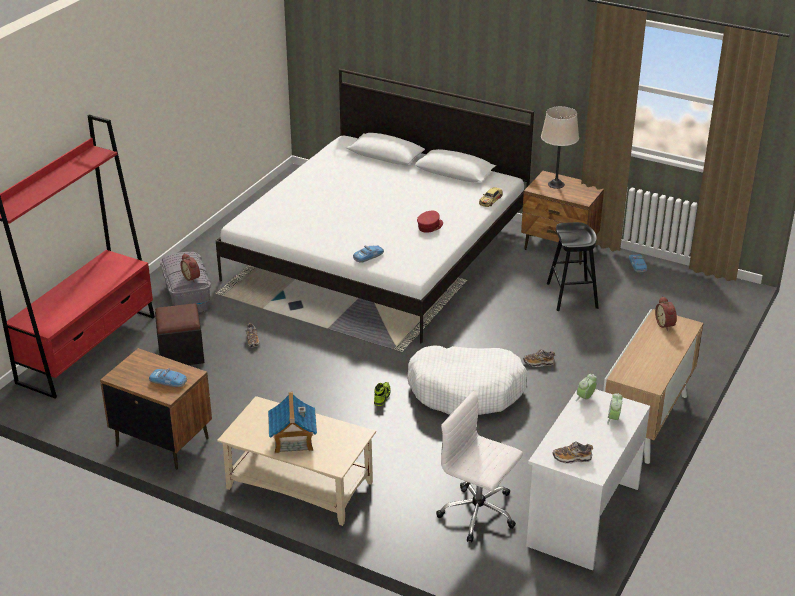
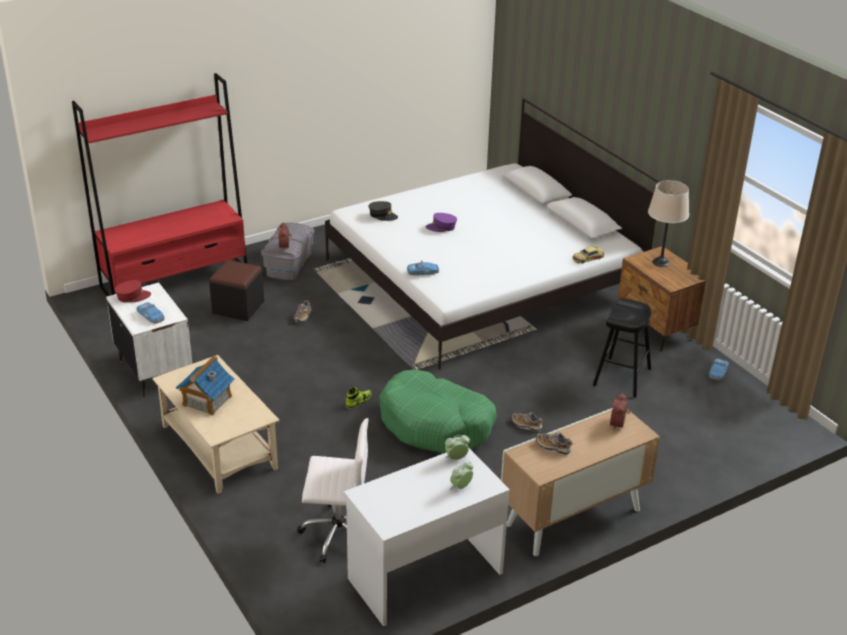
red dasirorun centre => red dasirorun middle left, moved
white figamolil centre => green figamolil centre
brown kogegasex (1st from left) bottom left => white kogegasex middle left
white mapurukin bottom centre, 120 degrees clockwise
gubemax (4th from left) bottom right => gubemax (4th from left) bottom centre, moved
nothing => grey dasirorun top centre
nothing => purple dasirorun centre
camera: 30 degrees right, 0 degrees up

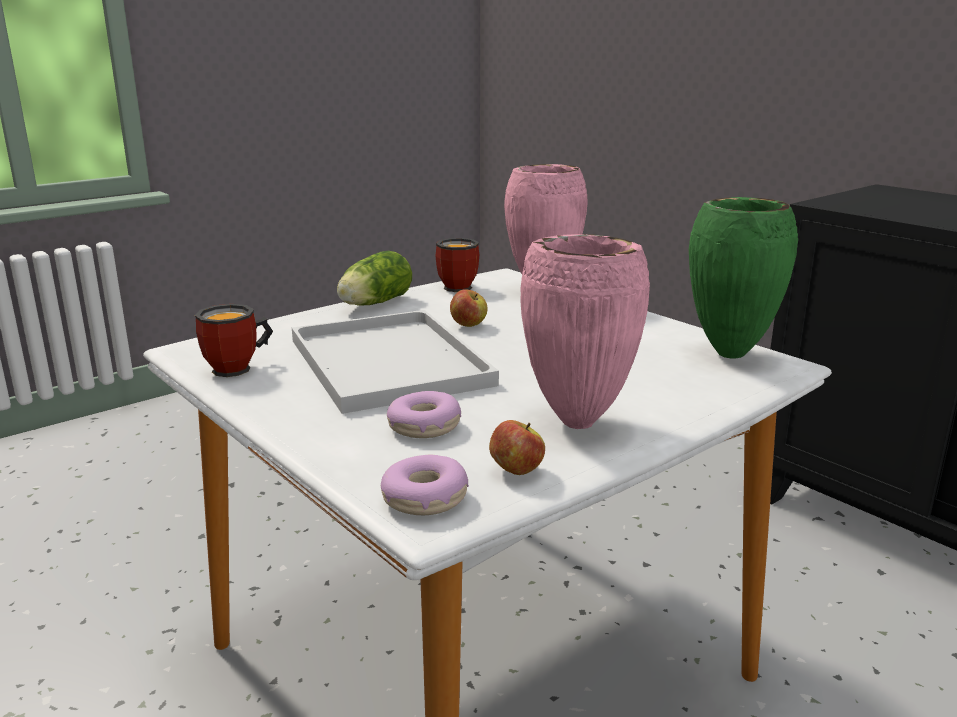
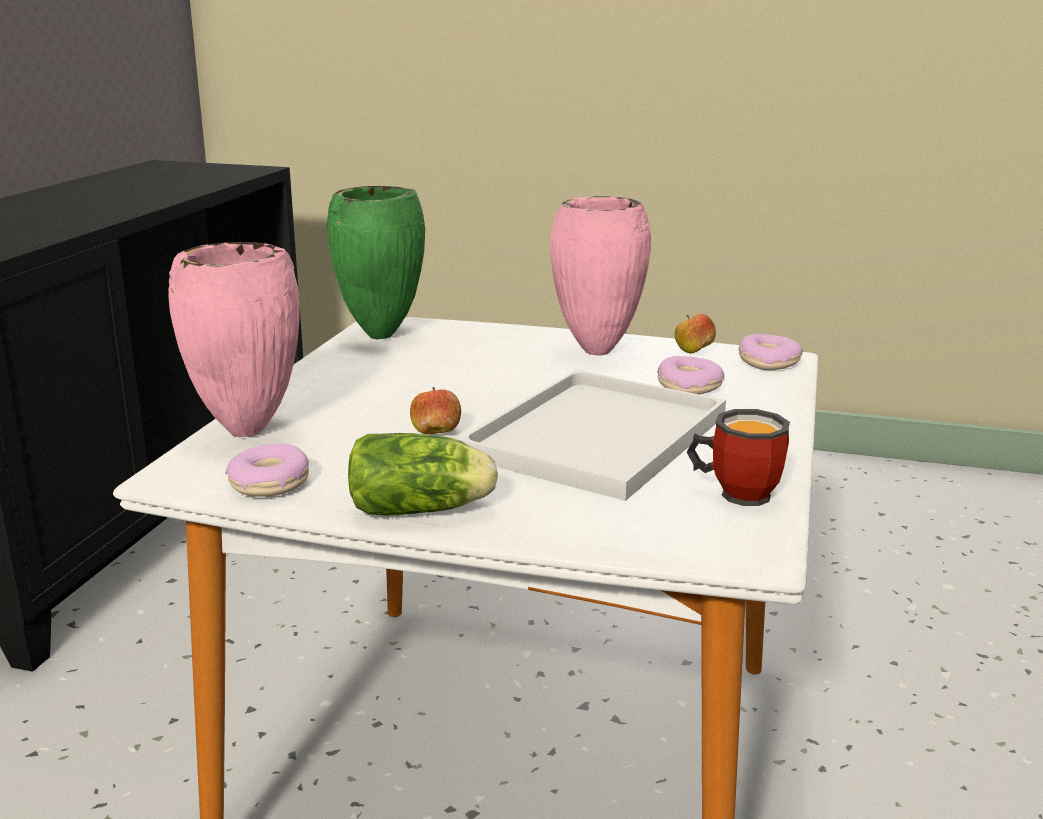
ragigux (2nd from left) centre => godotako (1st from left) middle left
camera: 125 degrees left, 0 degrees up

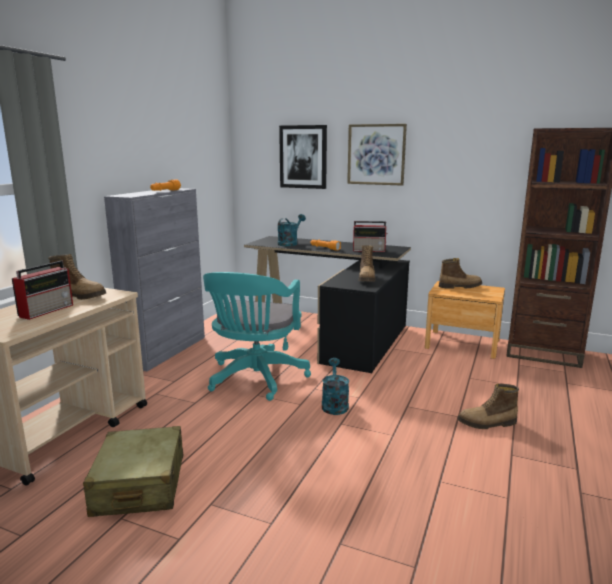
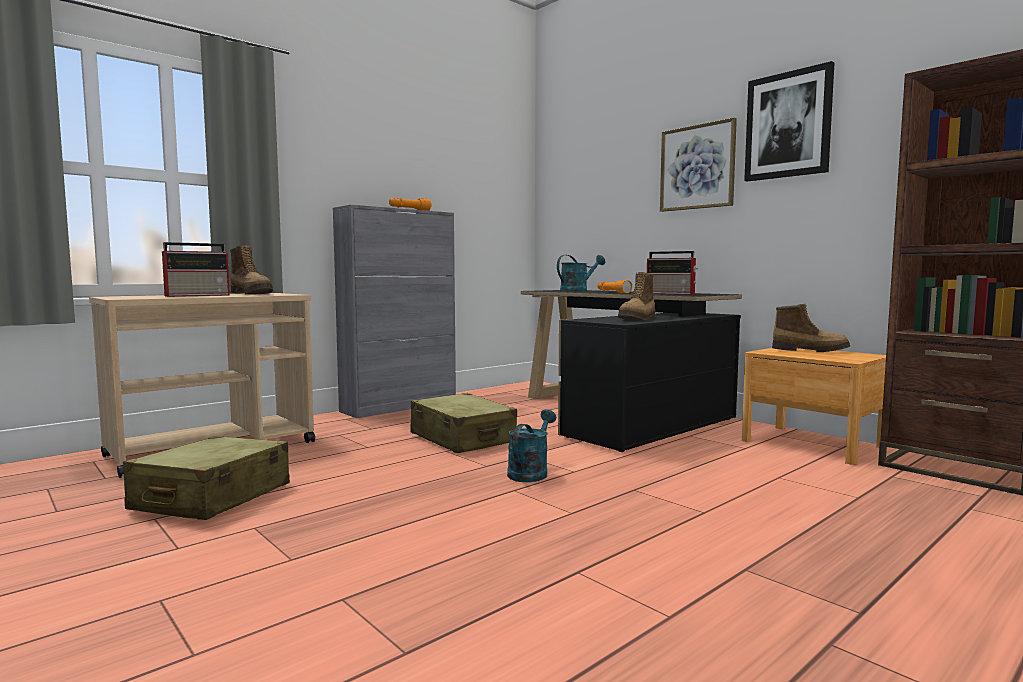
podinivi (1st from left in the first image) top centre => podinivi (2nd from left) top right, moved
turquoise mapurukin centre => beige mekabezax (2nd from left) centre
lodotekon (4th from left) bottom right => nothing
camera: 25 degrees right, 10 degrees down

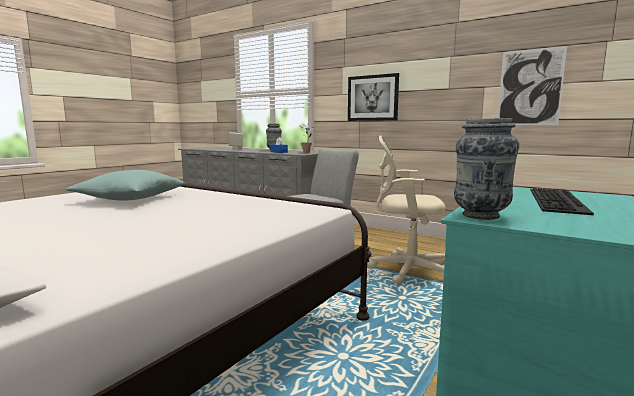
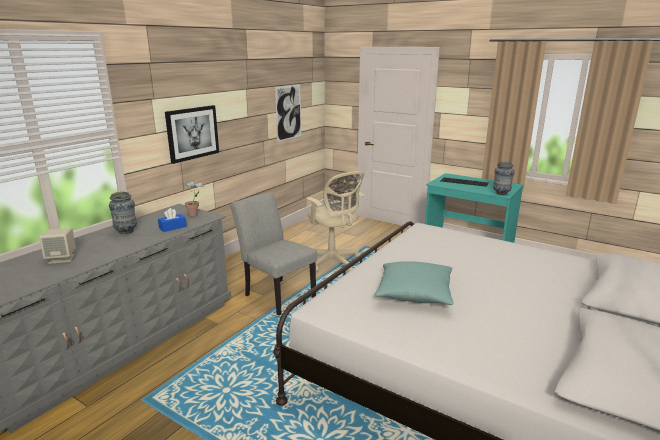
beige mapurukin centre, 45 degrees counterclockwise
camera: 90 degrees left, 10 degrees up

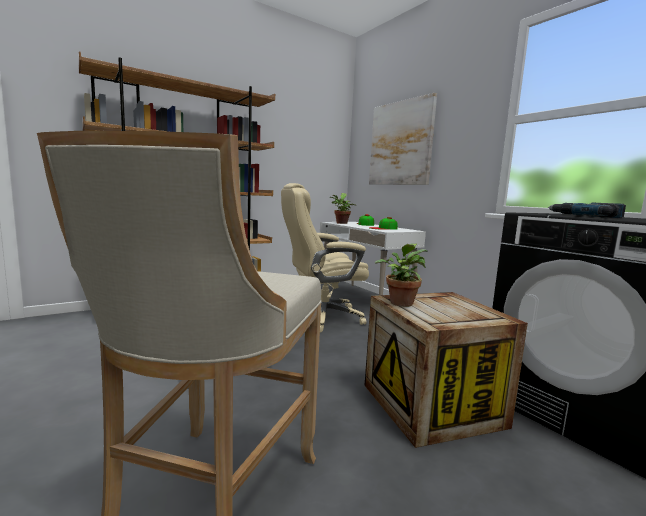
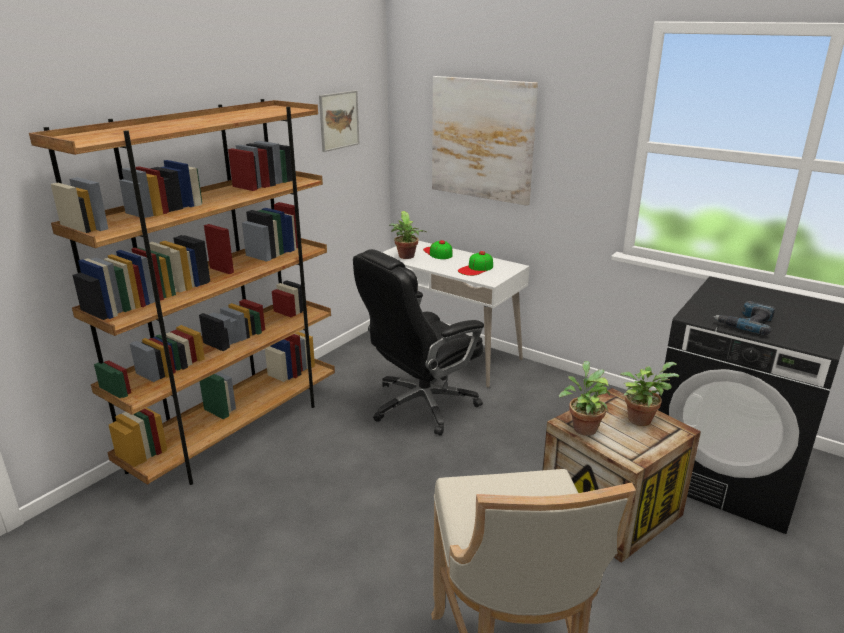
beige mapurukin centre => black mapurukin centre
nothing => podinivi (1st from left) top centre
nothing => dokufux (3rd from left) middle right
camera: 20 degrees left, 15 degrees up

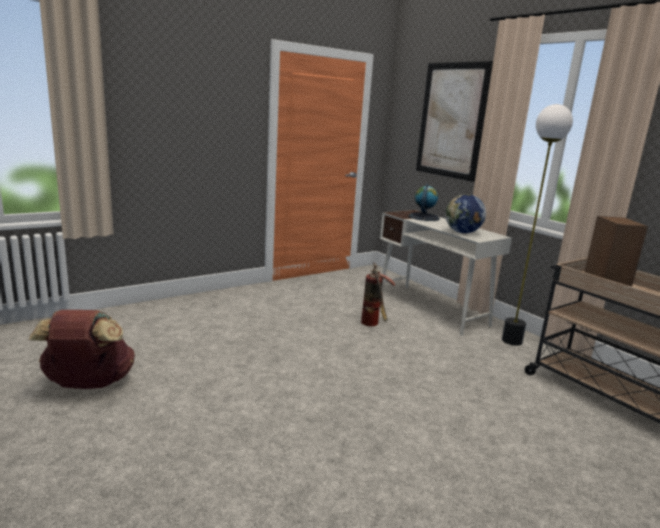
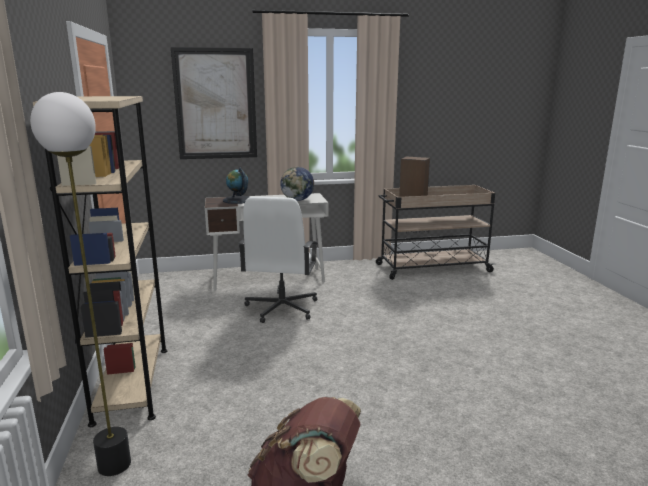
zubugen middle right => zubugen middle left, moved
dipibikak centre => white mapurukin centre
nothing => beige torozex middle left
camera: 65 degrees left, 0 degrees up

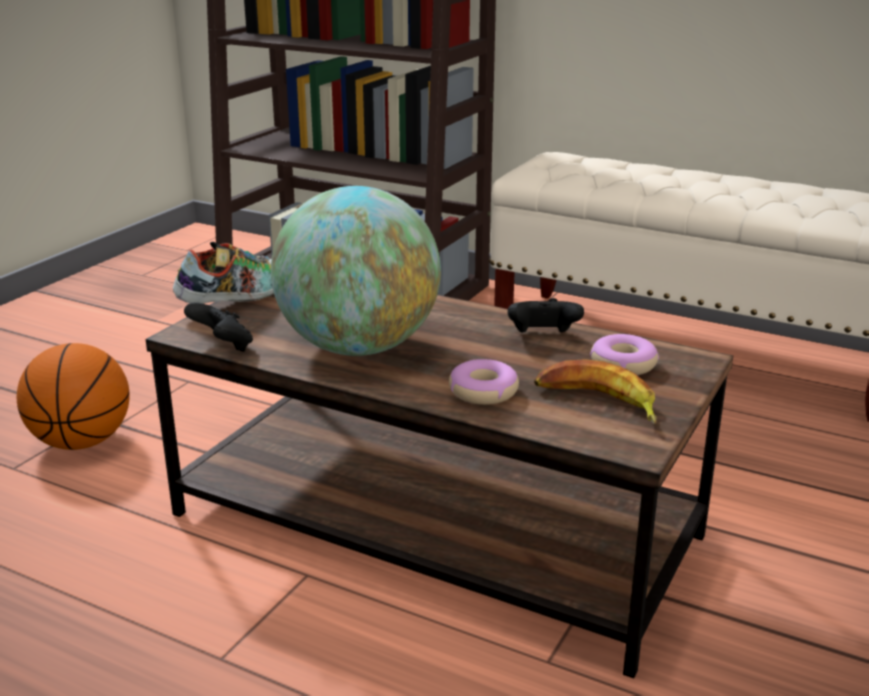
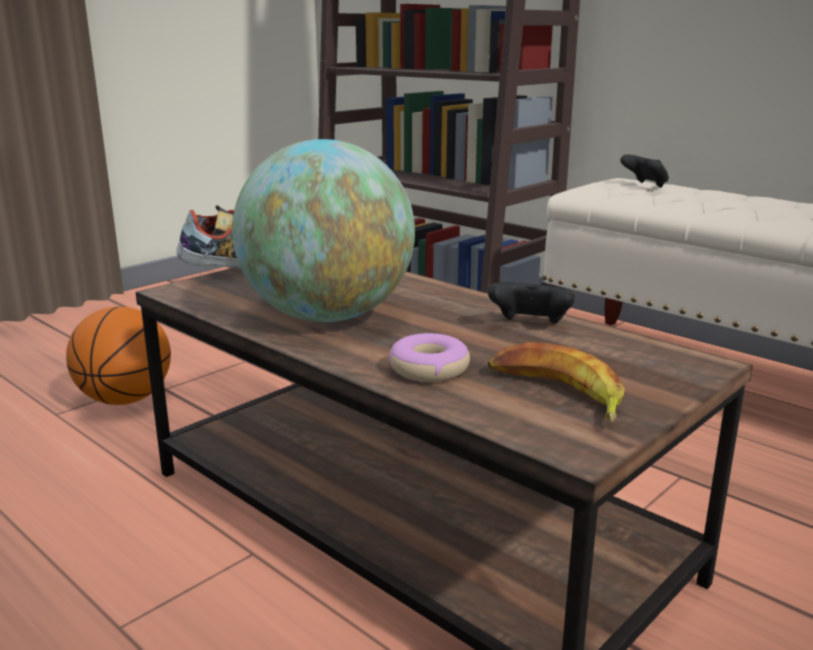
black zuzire (1st from left in the first image) middle left => black zuzire (2nd from left) top right, moved
godotako (2nd from left) middle right => nothing
camera: 15 degrees right, 5 degrees down

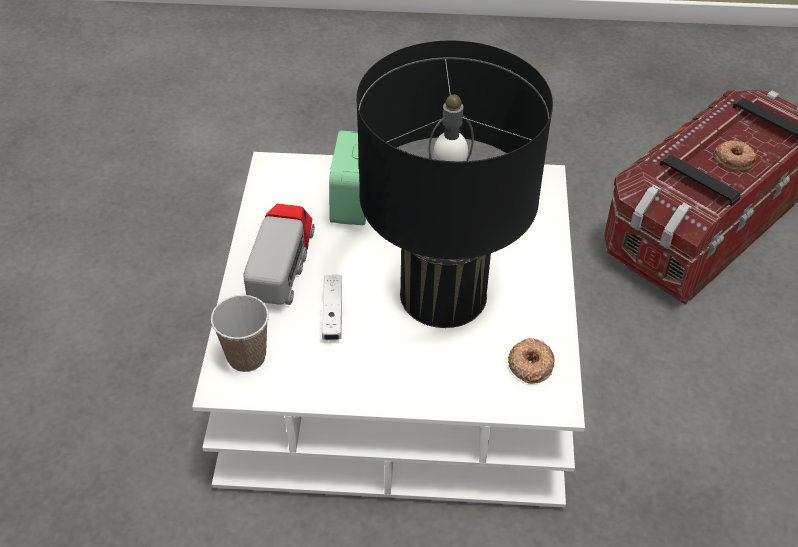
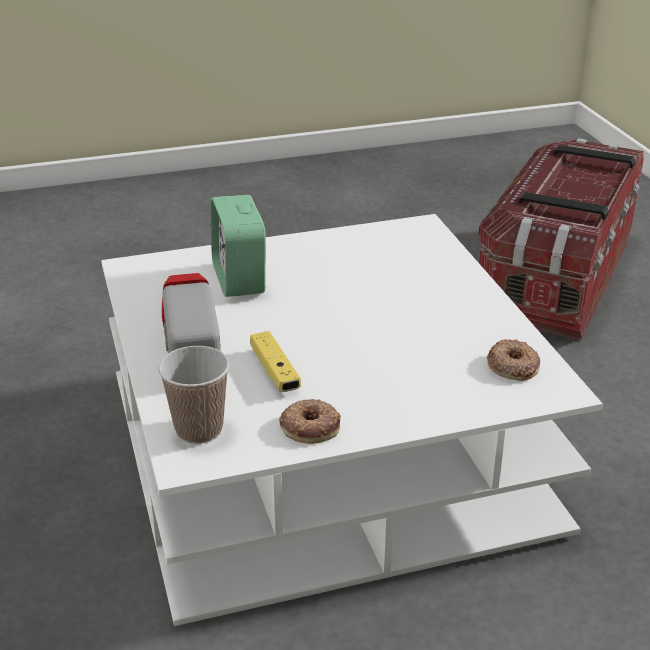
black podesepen centre => nothing
godotako (2nd from left in the first image) top right => godotako (1st from left) centre, moved
white zuzire centre => yellow zuzire centre
camera: 20 degrees left, 15 degrees down

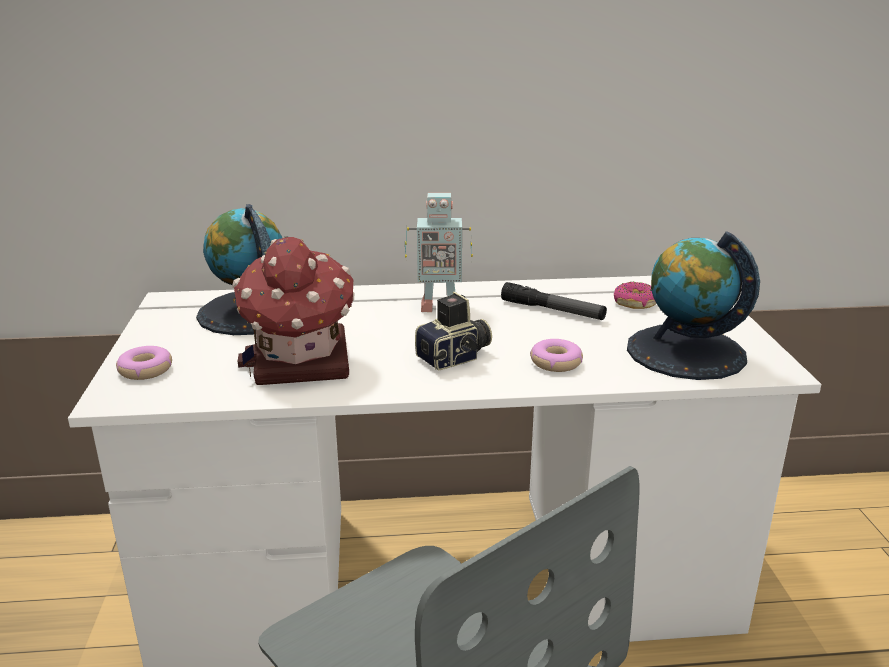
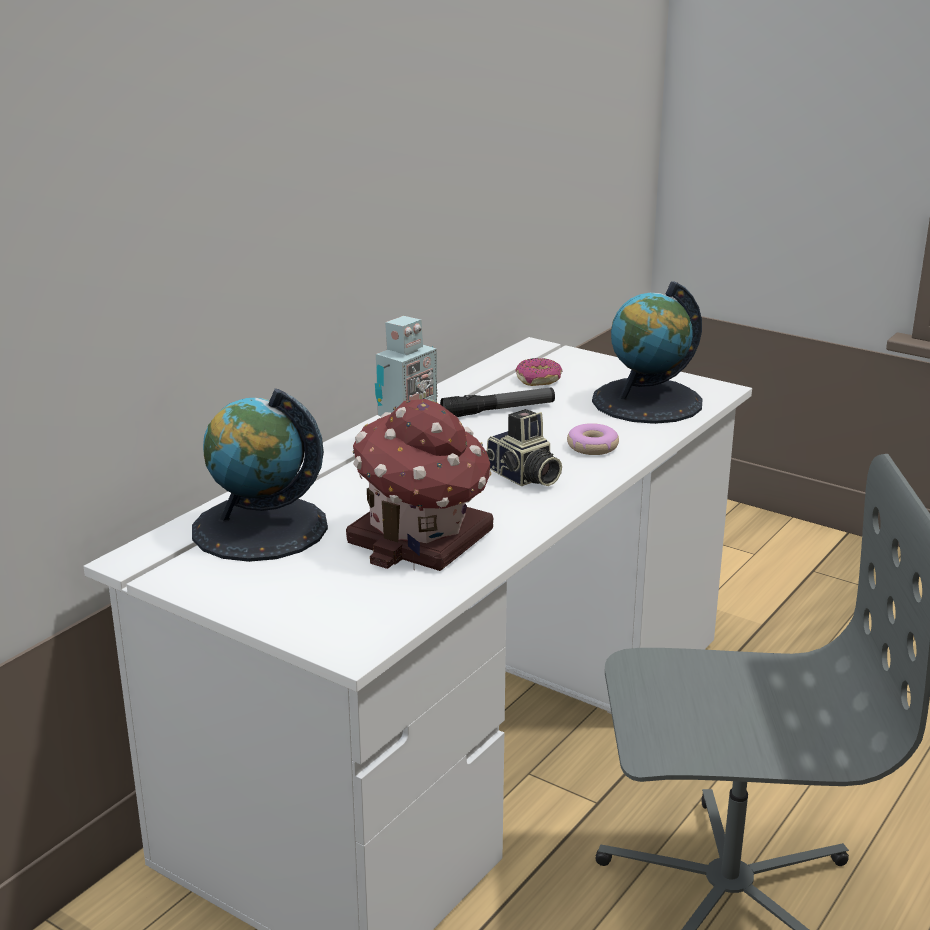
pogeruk centre, 135 degrees clockwise
godotako (1st from left) middle left => nothing
camera: 50 degrees left, 0 degrees up

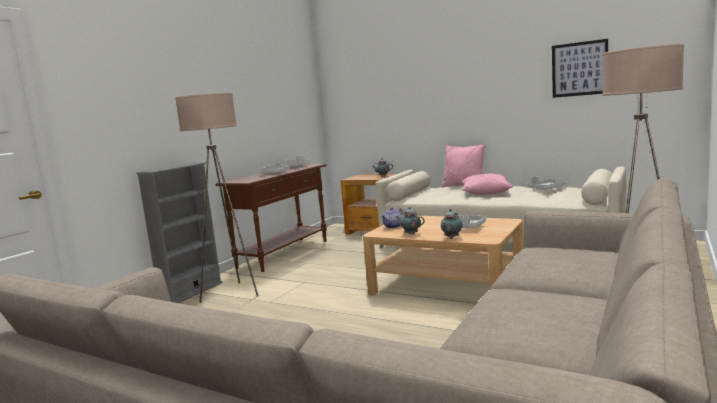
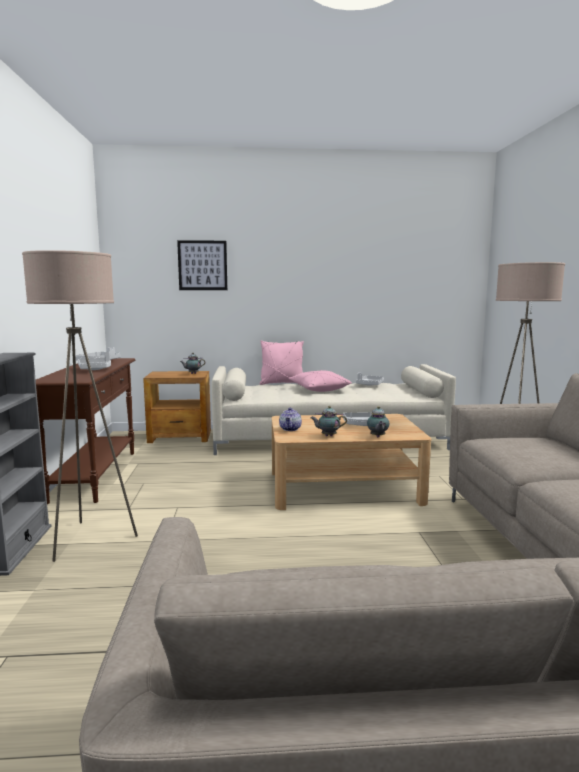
podinivi top right => podinivi centre, moved
camera: 35 degrees left, 0 degrees up

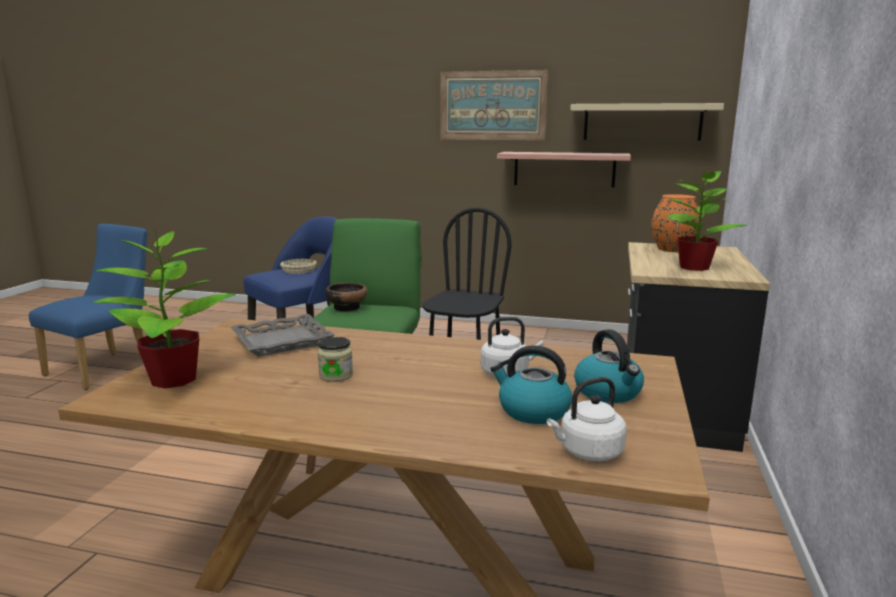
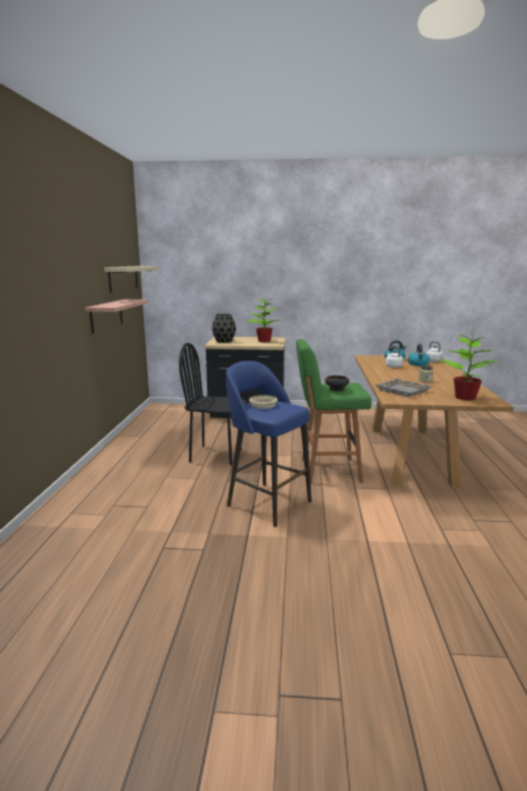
podinivi top centre => nothing
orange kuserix middle right => black kuserix centre
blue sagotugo middle left => nothing
camera: 100 degrees left, 0 degrees up

